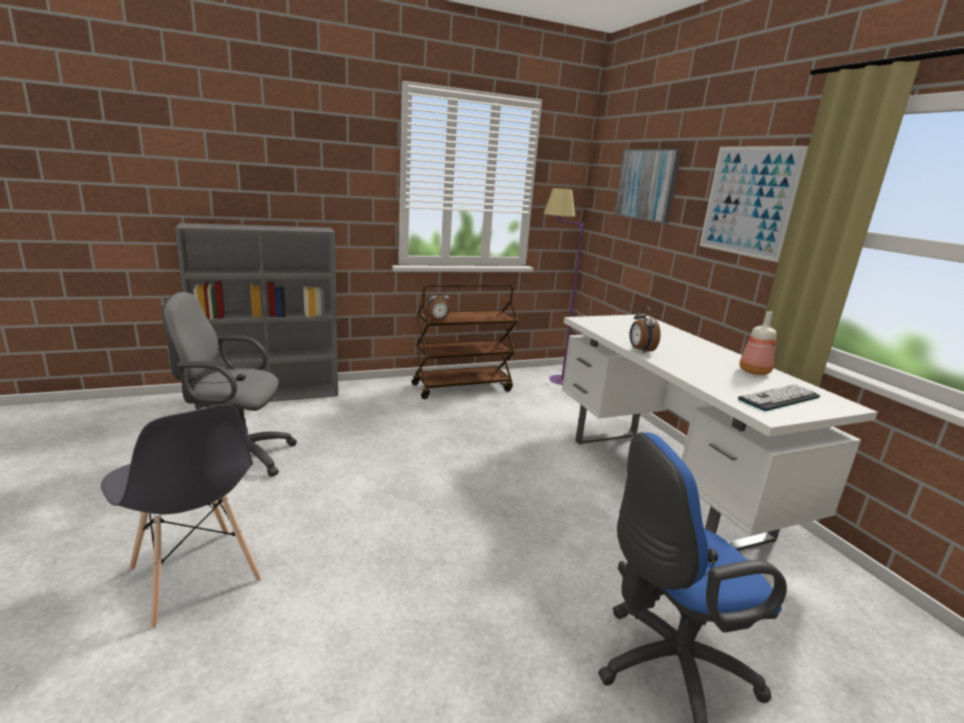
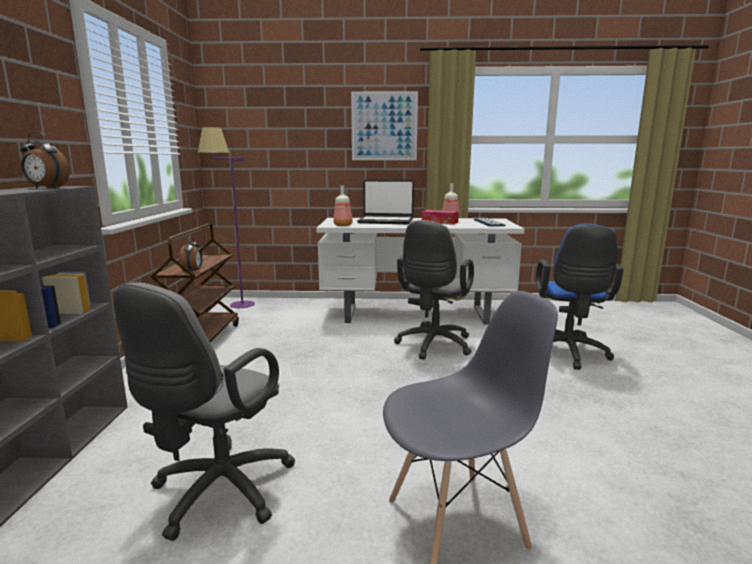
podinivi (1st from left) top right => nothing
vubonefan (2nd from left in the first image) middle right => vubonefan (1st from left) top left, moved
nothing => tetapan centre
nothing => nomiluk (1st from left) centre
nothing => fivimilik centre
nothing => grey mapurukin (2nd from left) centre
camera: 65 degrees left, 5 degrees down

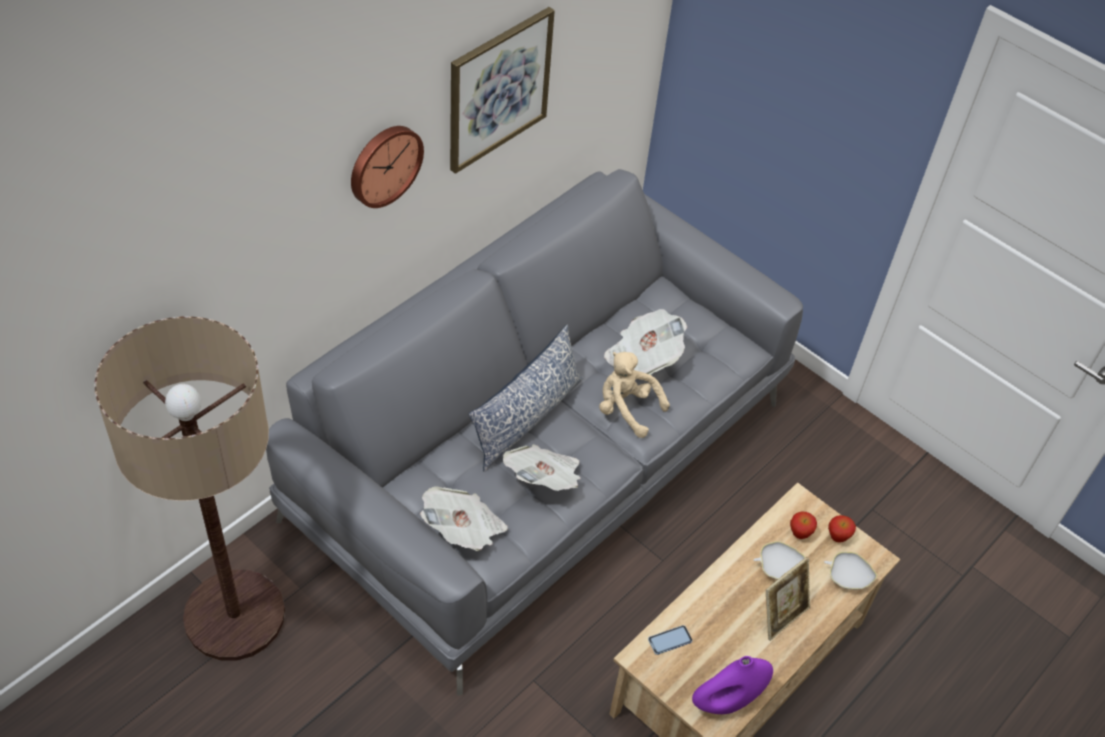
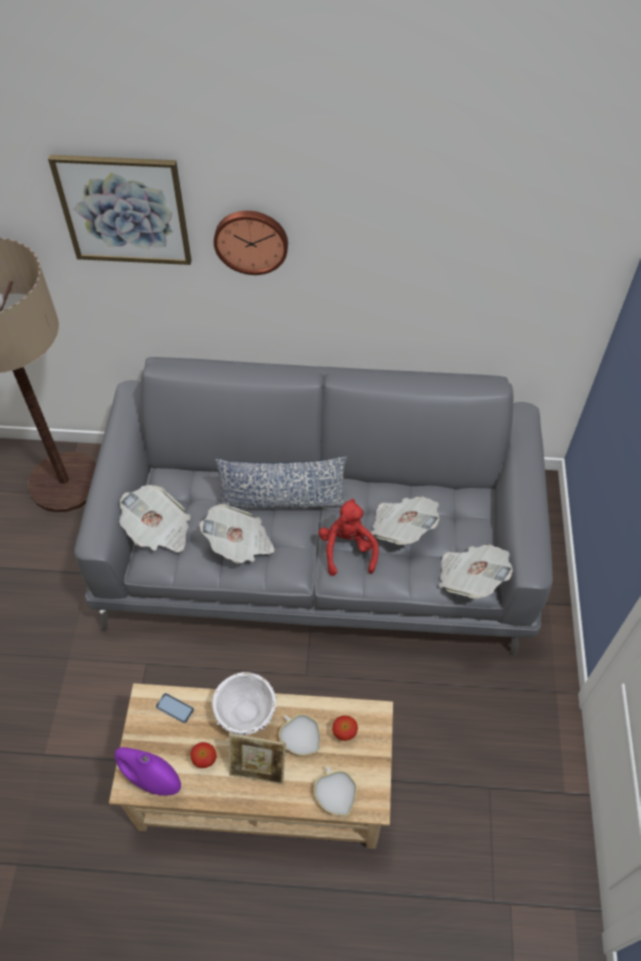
podinivi top centre => podinivi top left, moved
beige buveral centre => red buveral centre
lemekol (2nd from left in the first image) bottom right => lemekol (1st from left) bottom left, moved
nothing => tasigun (4th from left) middle right
nothing => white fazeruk (1st from left) bottom centre
camera: 55 degrees right, 5 degrees up

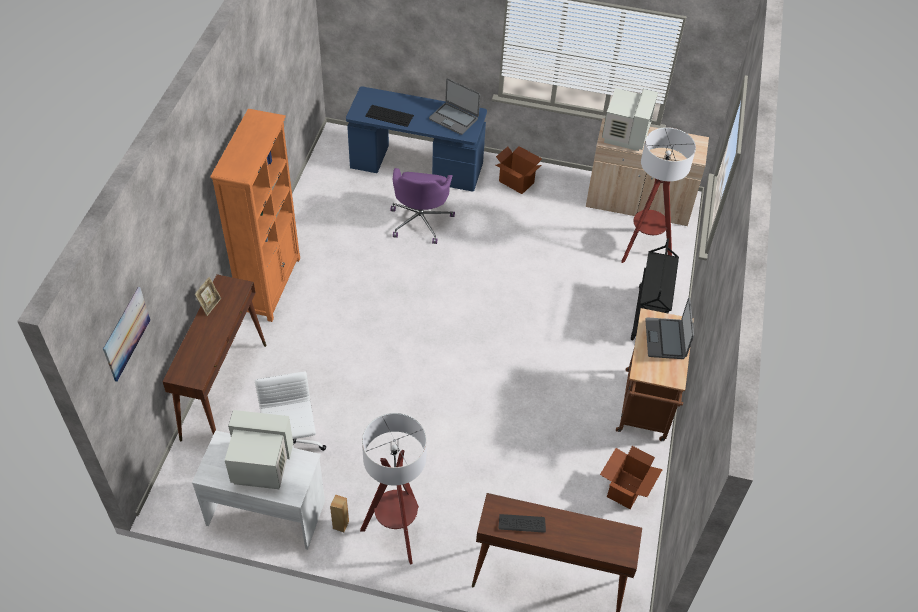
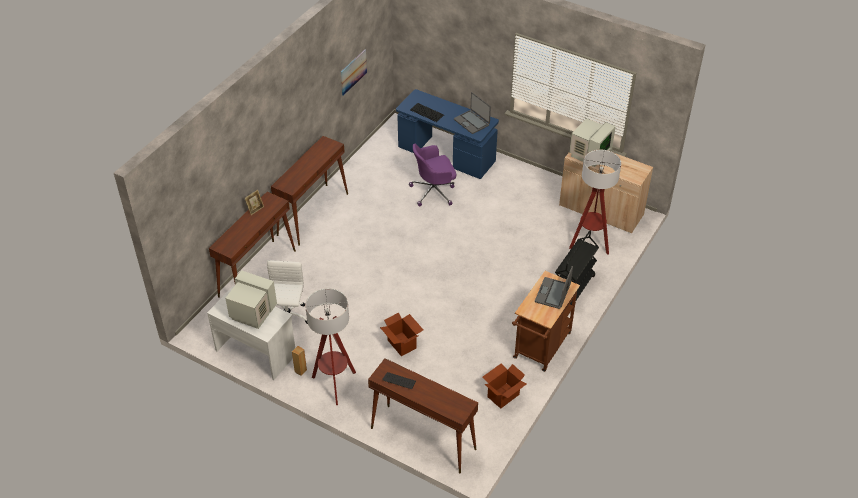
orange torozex middle left => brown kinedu (2nd from left) centre
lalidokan (1st from left) top centre => lalidokan (1st from left) bottom centre, moved
purple mapurukin centre, 45 degrees clockwise
podinivi middle left => podinivi top centre, moved
camera: 20 degrees right, 5 degrees down

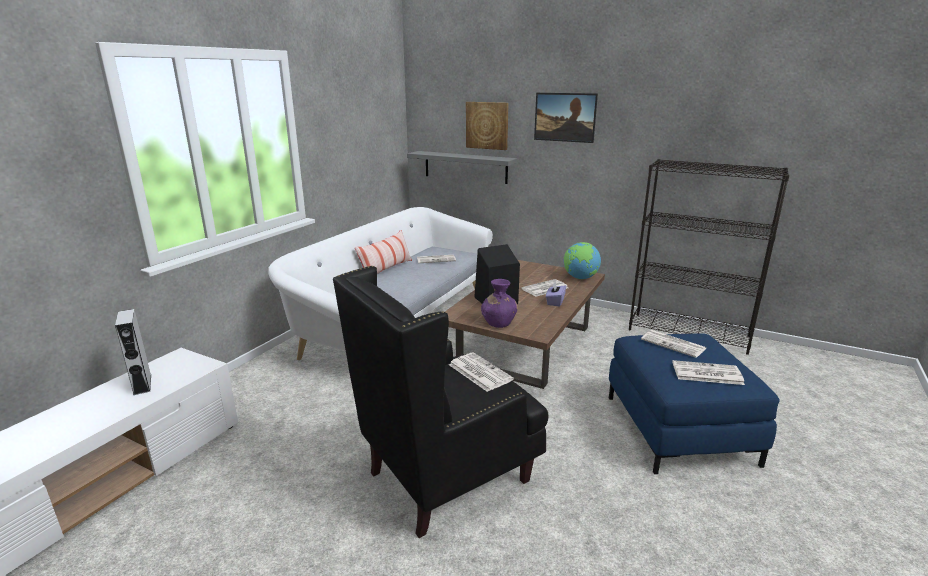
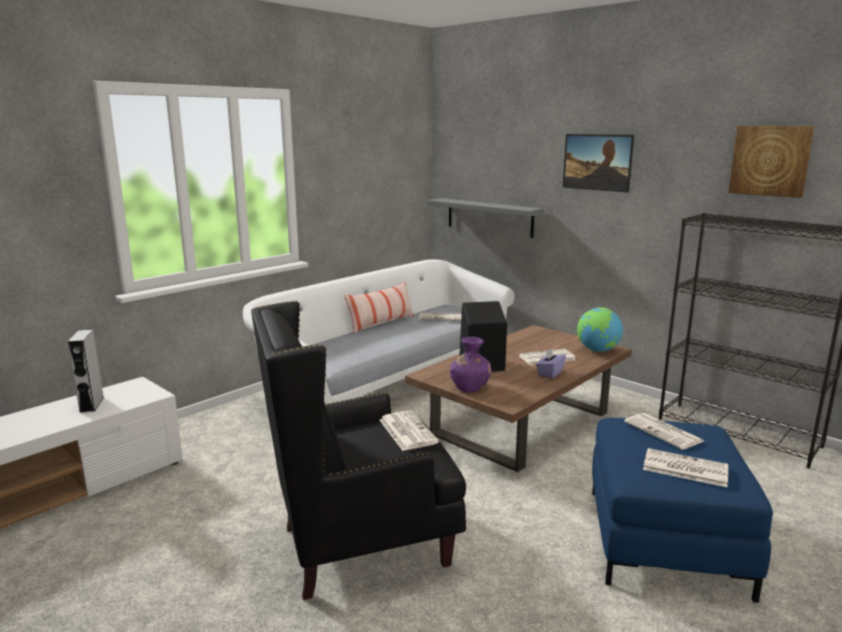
podinivi (1st from left in the first image) top centre => podinivi (2nd from left) top right, moved
camera: 15 degrees right, 5 degrees down

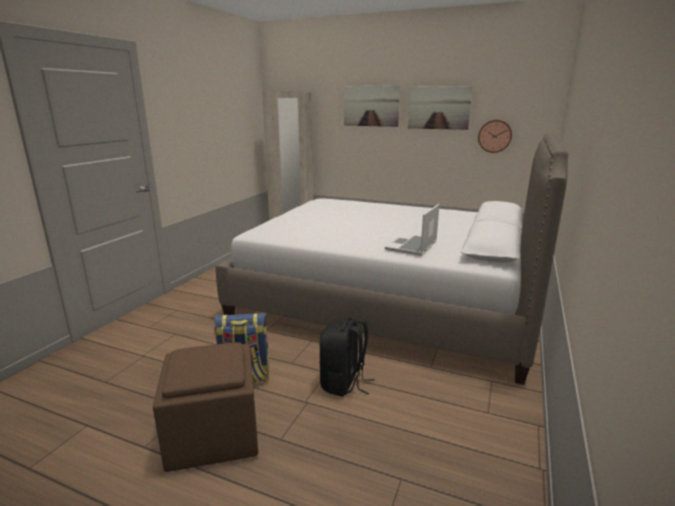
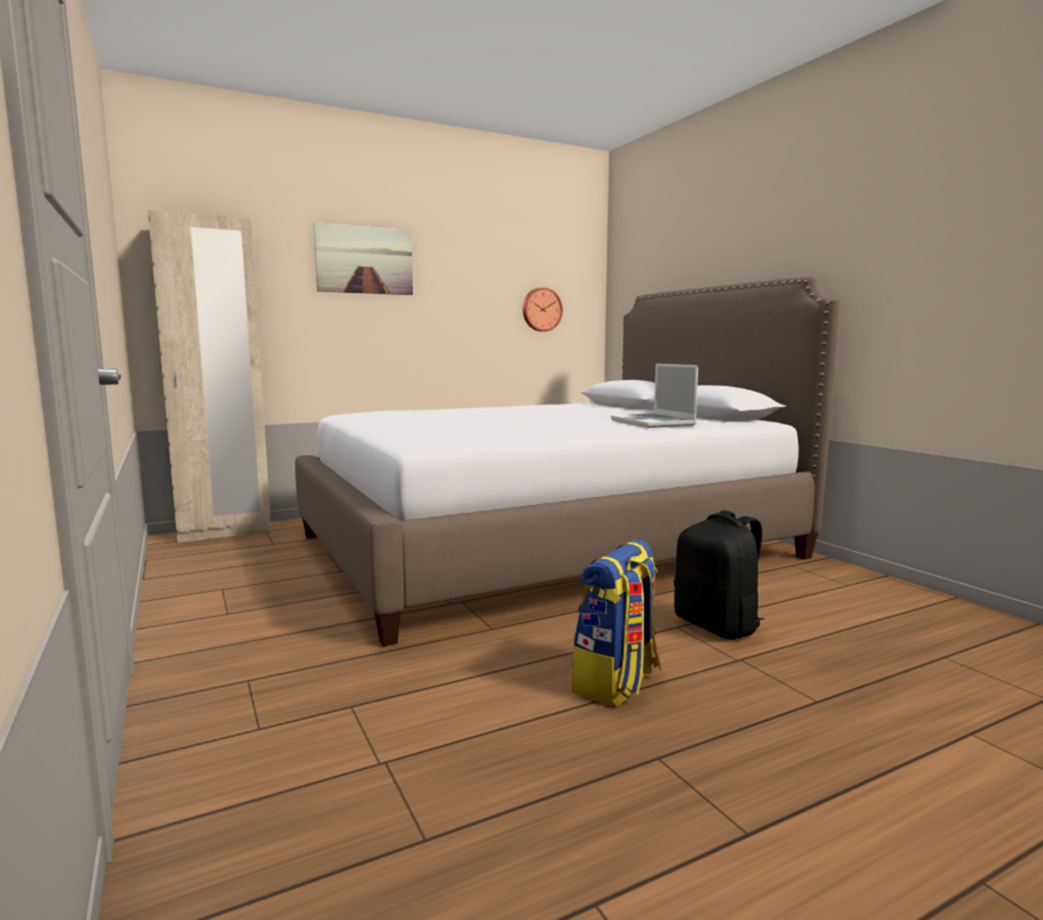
podinivi (2nd from left) top centre => nothing
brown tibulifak bottom left => nothing
camera: 50 degrees left, 10 degrees down

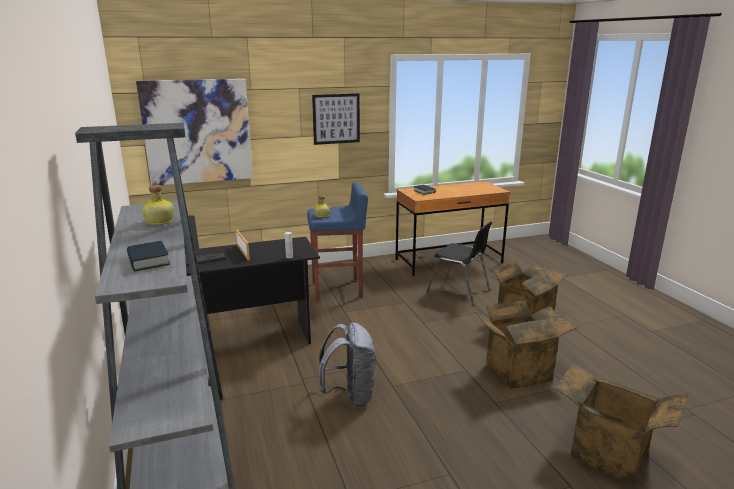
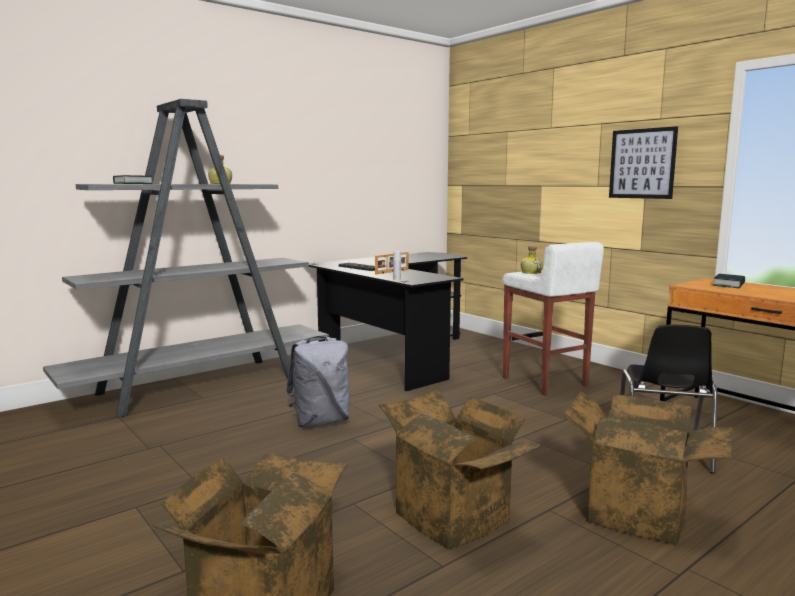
podinivi (1st from left) top left => nothing
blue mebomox centre => white mebomox middle right
camera: 70 degrees right, 10 degrees down

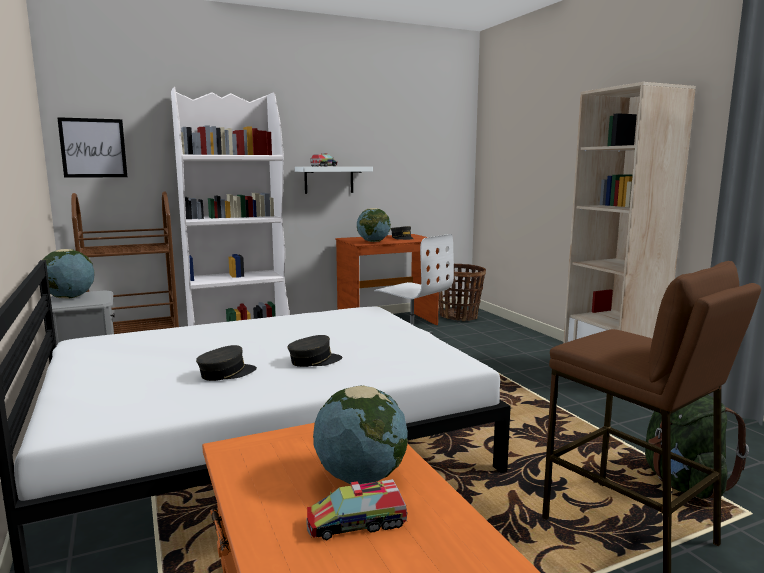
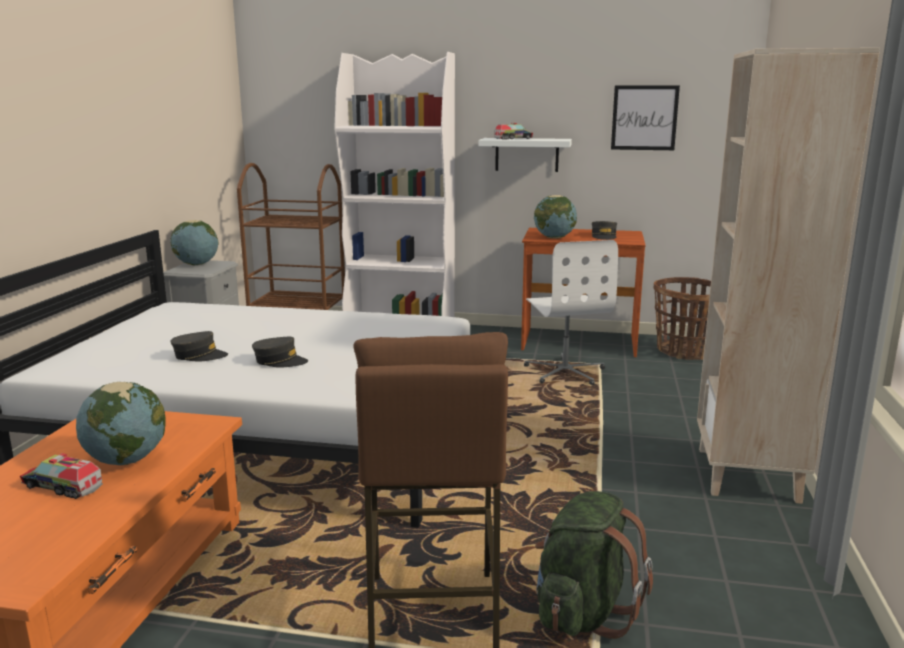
podinivi top left => podinivi top right, moved
camera: 35 degrees right, 5 degrees up

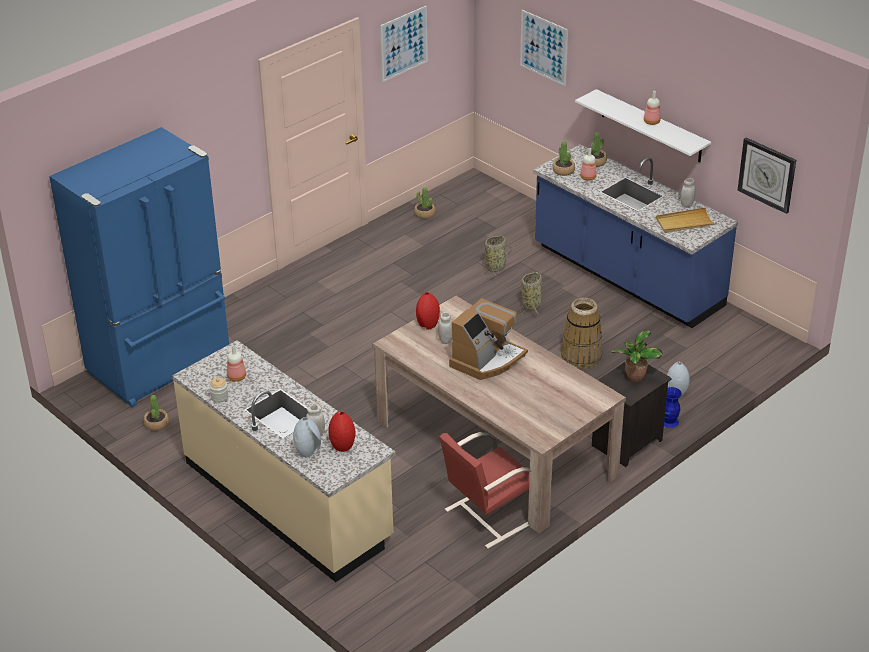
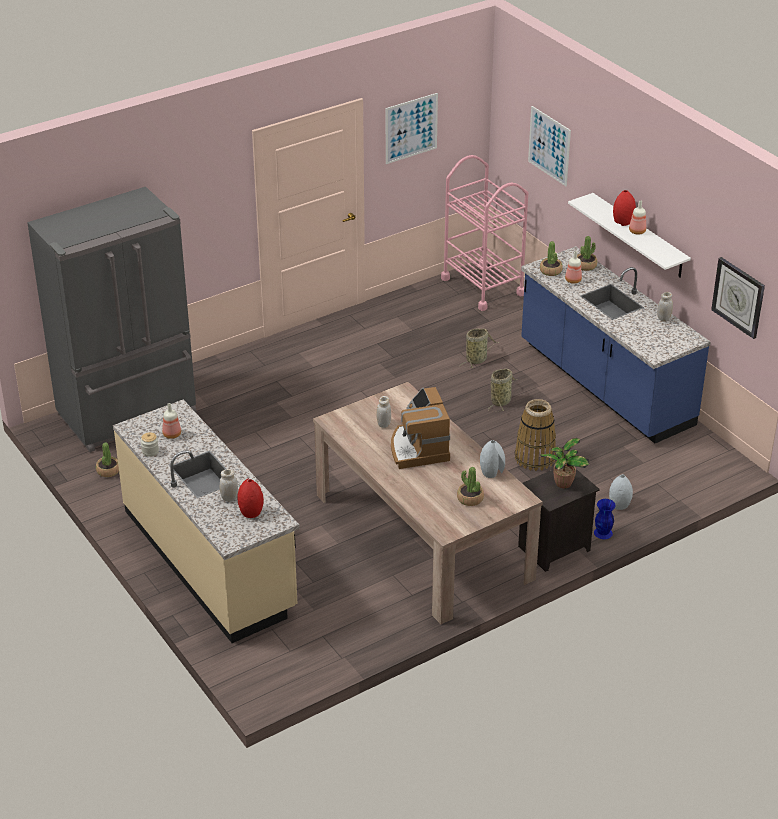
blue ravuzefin middle left => grey ravuzefin middle left
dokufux (2nd from left) top centre => dokufux (2nd from left) centre, moved
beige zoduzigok middle right => nothing
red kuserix (2nd from left) centre => red kuserix (2nd from left) top right, moved
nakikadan centre, 120 degrees clockwise
grey kuserix (1st from left) bottom centre => grey kuserix (1st from left) centre, moved
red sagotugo bottom centre => nothing
nothing => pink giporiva top centre
camera: 10 degrees right, 0 degrees up

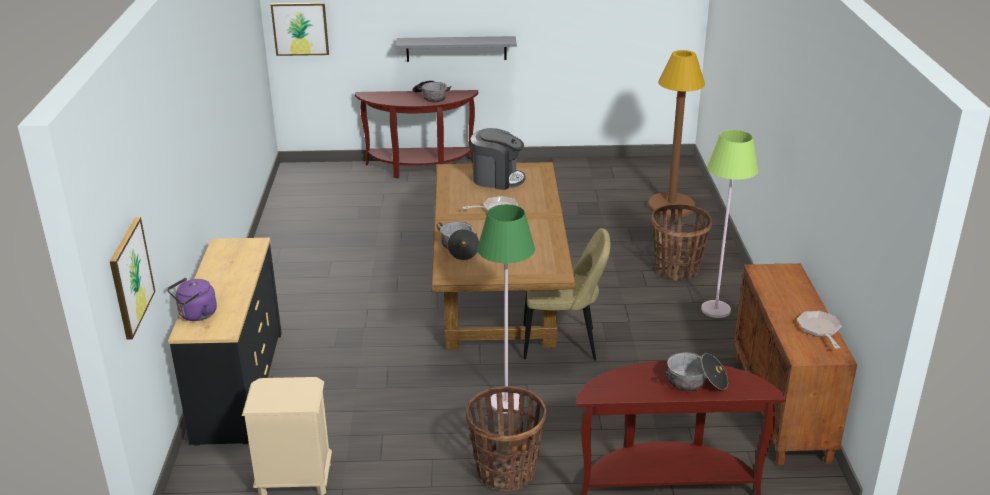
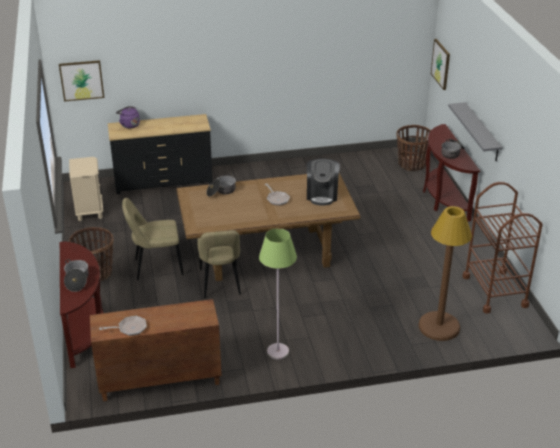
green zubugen (1st from left) centre => beige sagotugo (1st from left) middle left
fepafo (2nd from left) middle right => fepafo (2nd from left) top right, moved
nothing => brown giporiva middle right
camera: 80 degrees right, 5 degrees up

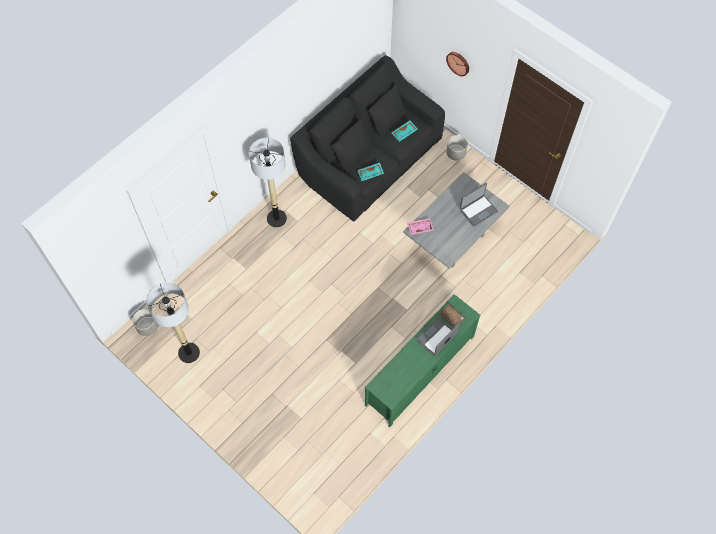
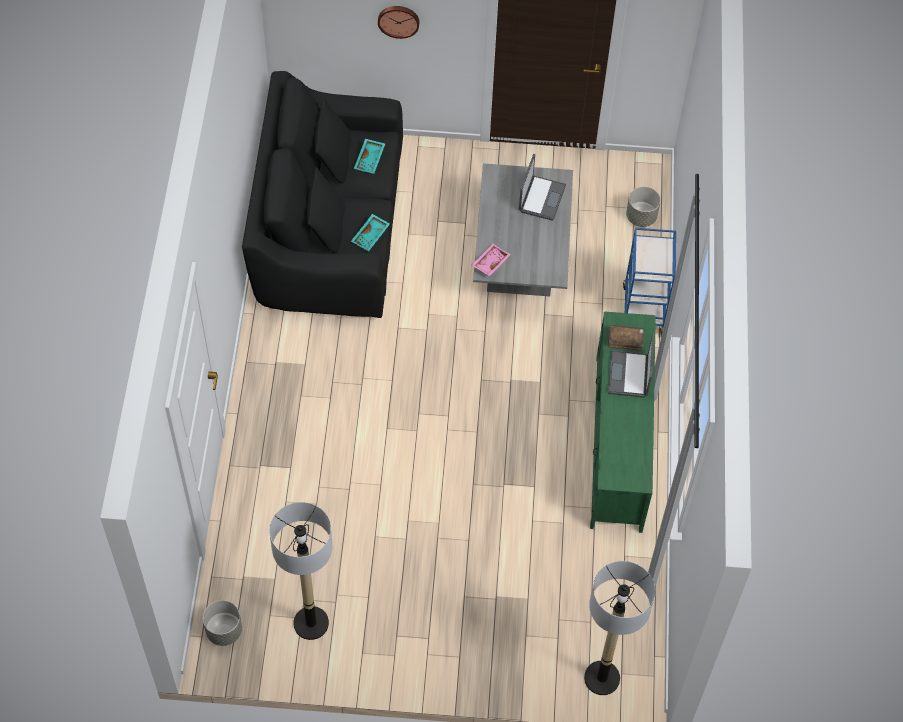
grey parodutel (2nd from left) top centre => grey parodutel (2nd from left) top right, moved
zubugen (2nd from left) centre => zubugen (2nd from left) bottom right, moved
nothing => blue giporiva middle right
camera: 40 degrees left, 5 degrees down

